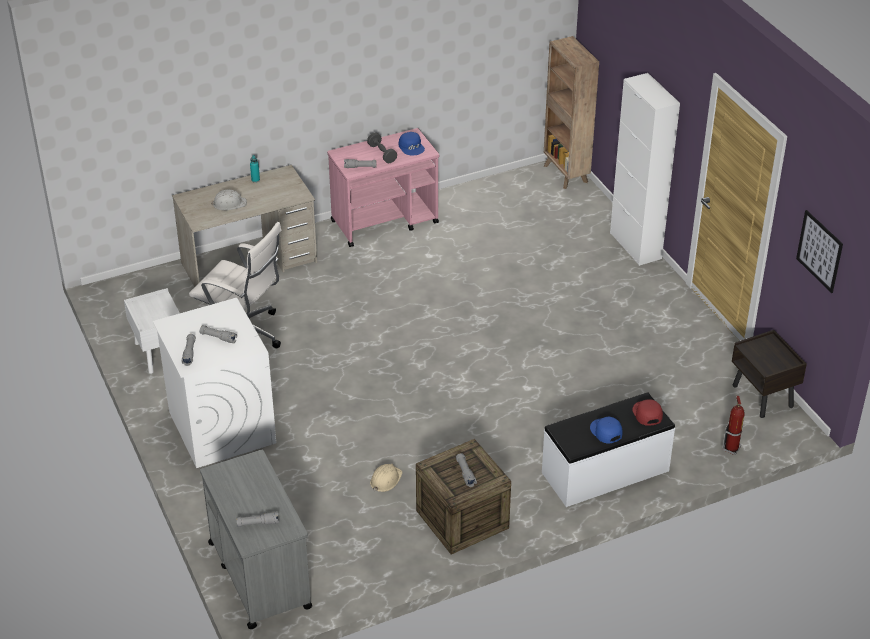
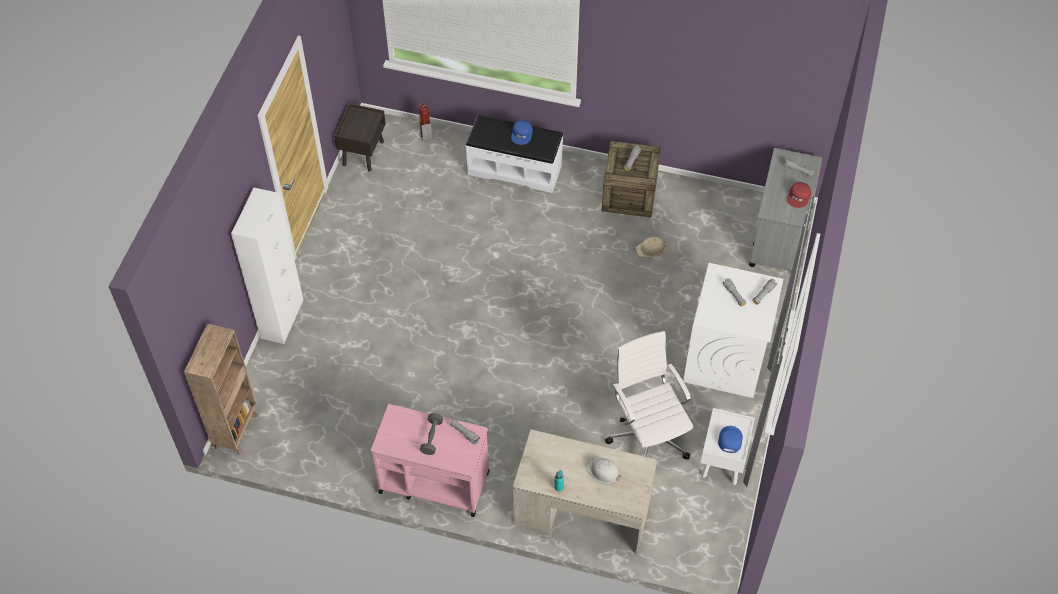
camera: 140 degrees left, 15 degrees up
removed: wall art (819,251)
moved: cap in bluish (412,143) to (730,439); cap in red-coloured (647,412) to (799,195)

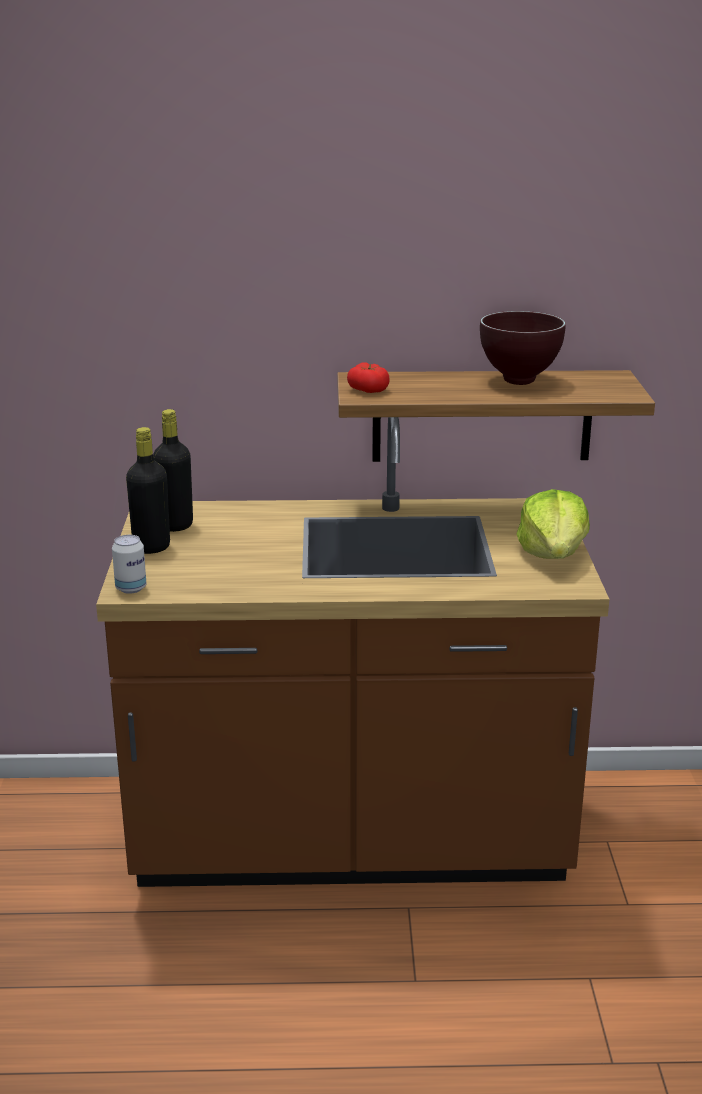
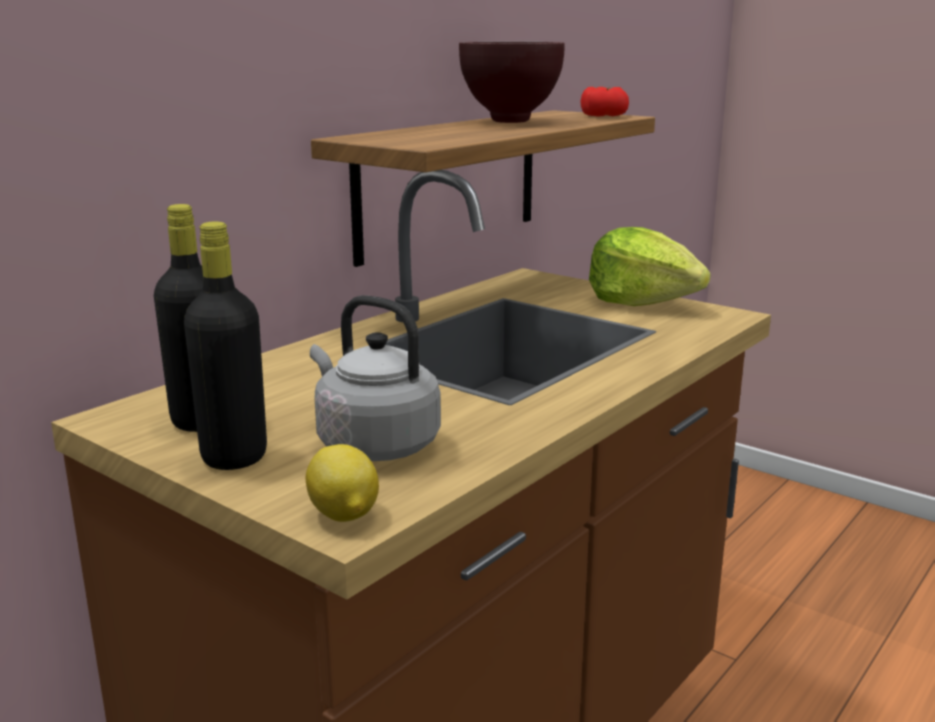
camera: 50 degrees left, 5 degrees down
added: water kettle in grey (375,378)
moved: whole tomato (368,377) to (604,102)
replaced: sealed can (129,564) to citrus fruit (342,483)

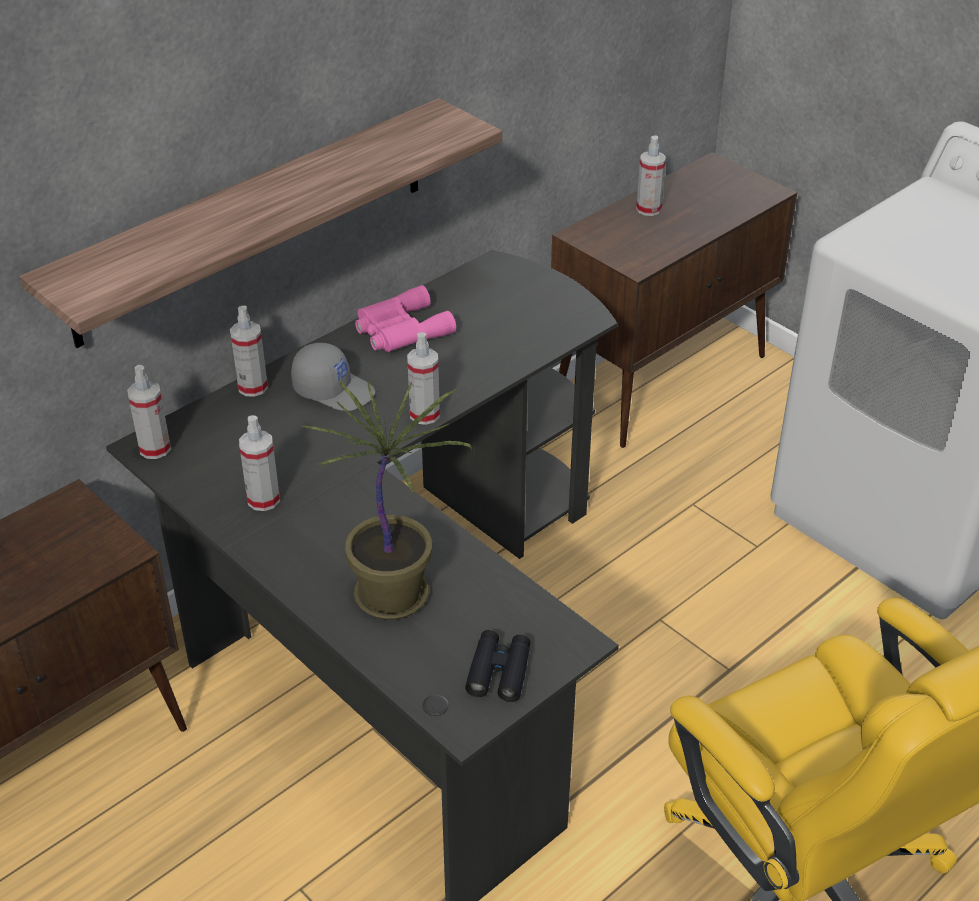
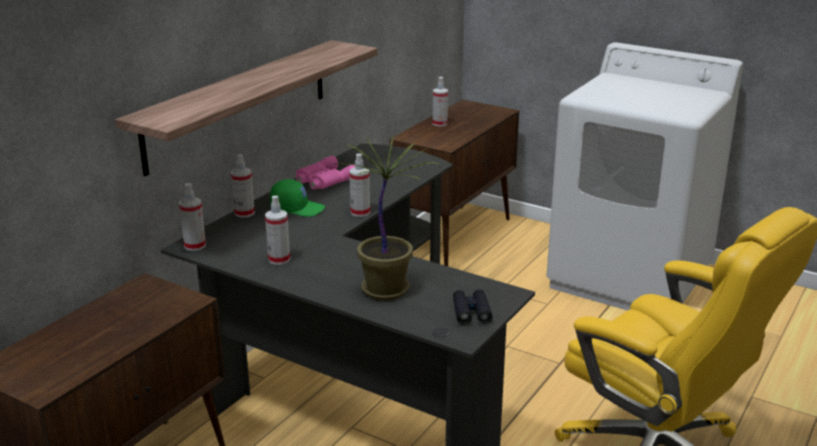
camera: 15 degrees left, 15 degrees down
recoloured: cap in grey (333,377) to cap in green (297,198)

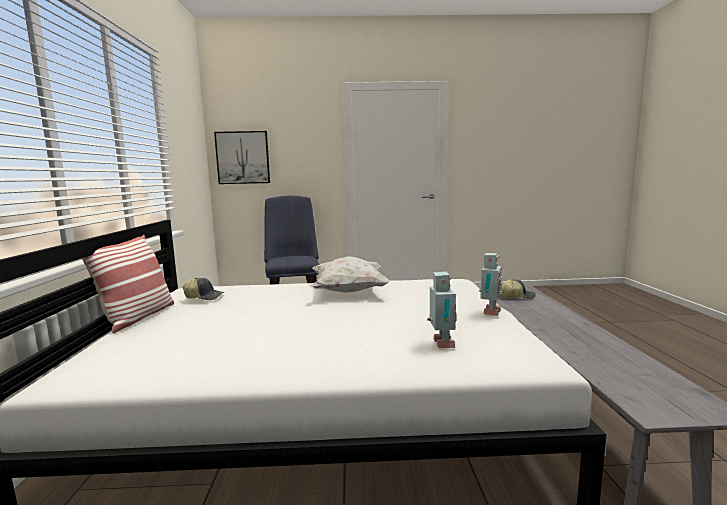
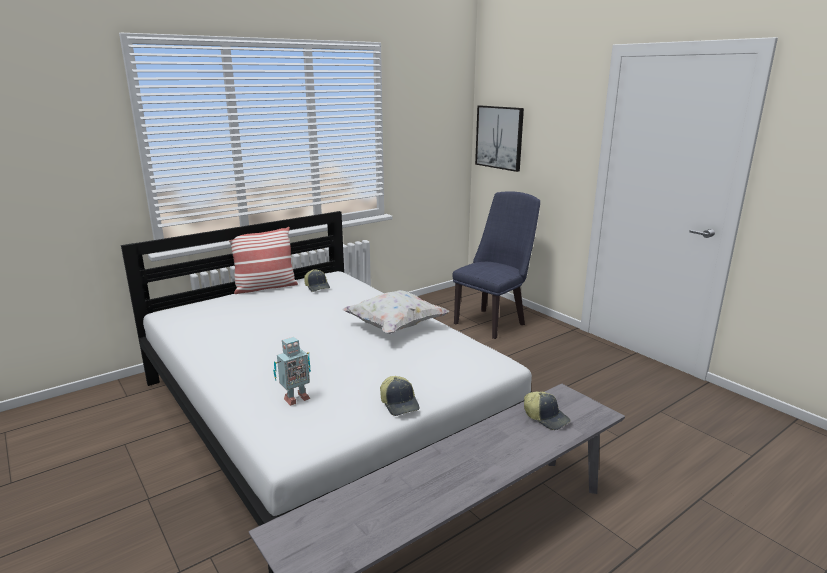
camera: 55 degrees right, 10 degrees up
replaced: robot figure (491,284) to cap (400,396)

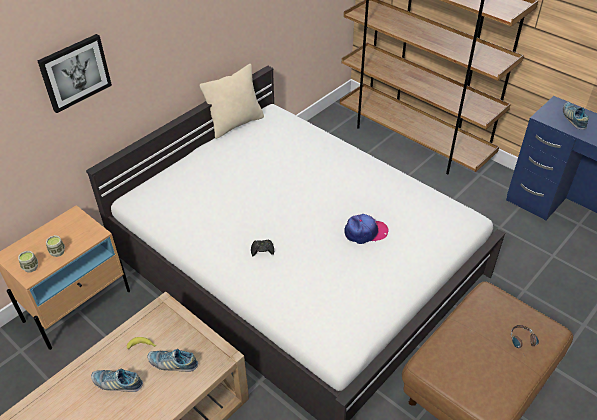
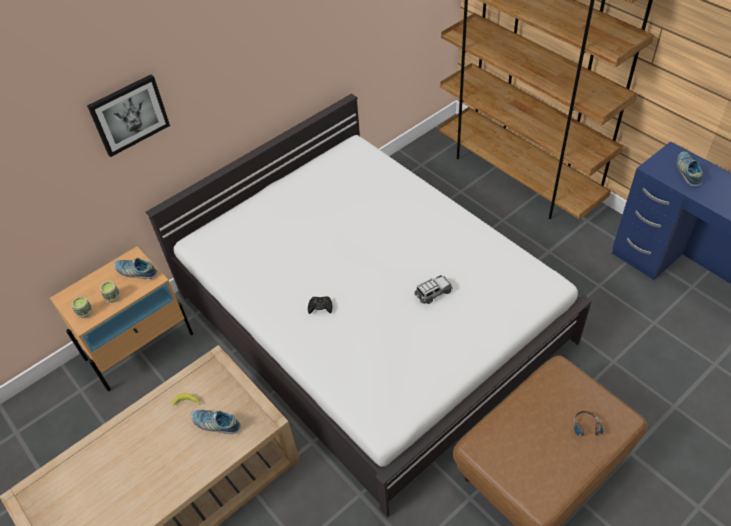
camera: 10 degrees right, 5 degrees up
removed: cushion in sand-coloured (232,101)
moved: shoe (117,380) to (135,268)
replaced: cap (367,229) to model car (433,289)

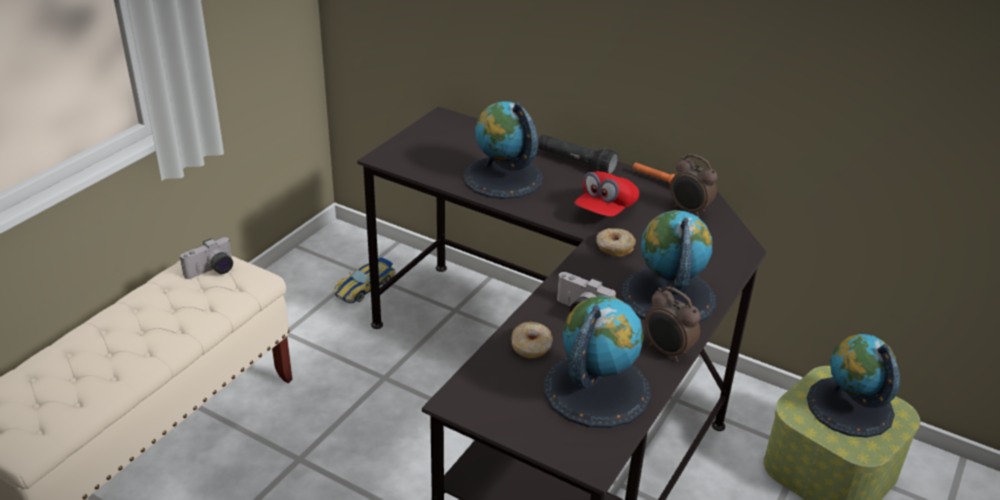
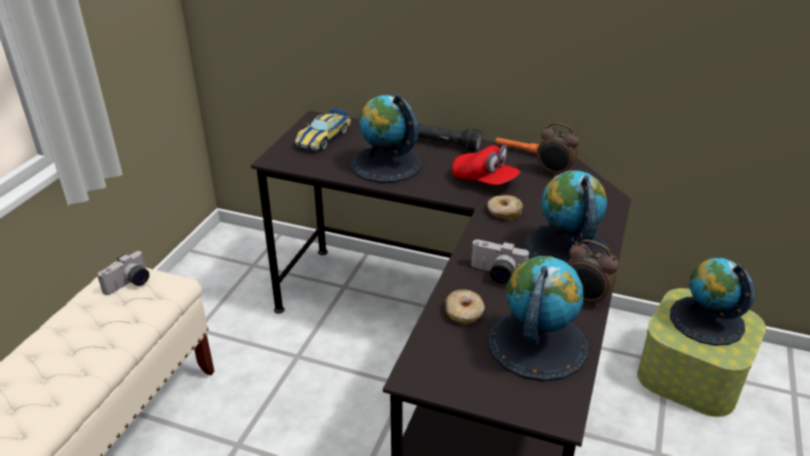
camera: 10 degrees left, 0 degrees up
moved: model car (364,280) to (323,130)
turned: cap in red-coloured (606,194) = (486,165) 75 degrees counterclockwise

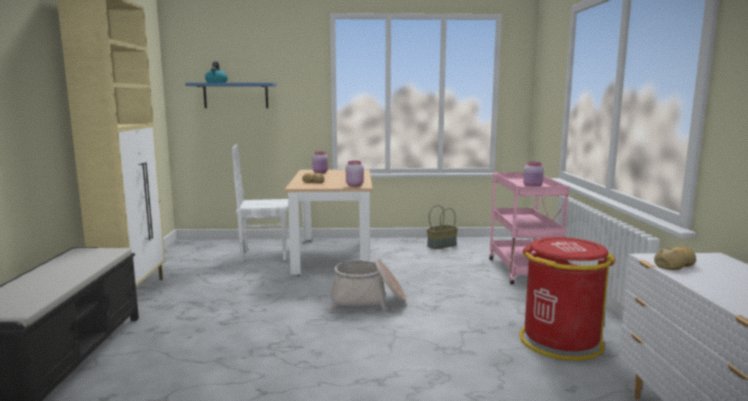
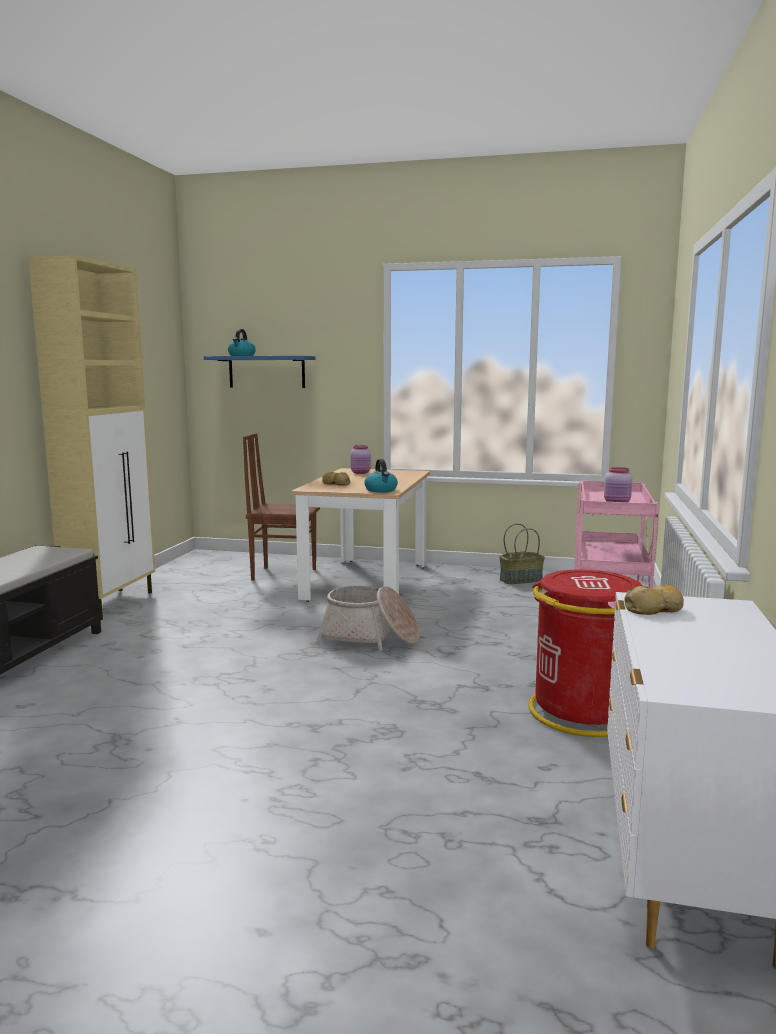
camera: 15 degrees right, 0 degrees up
replaced: storage jar in pink-coloured (355,174) to water kettle (381,475)
recoloured: upright chair in white-coloured (260,203) to upright chair in brown (281,507)

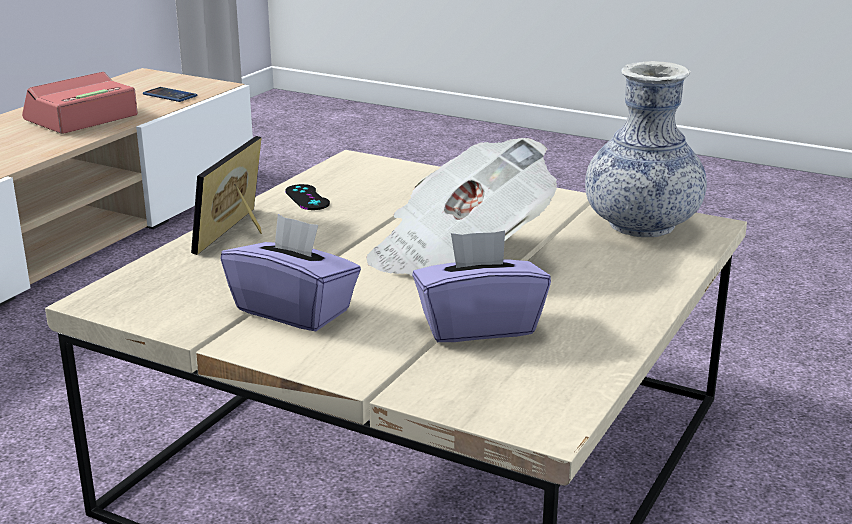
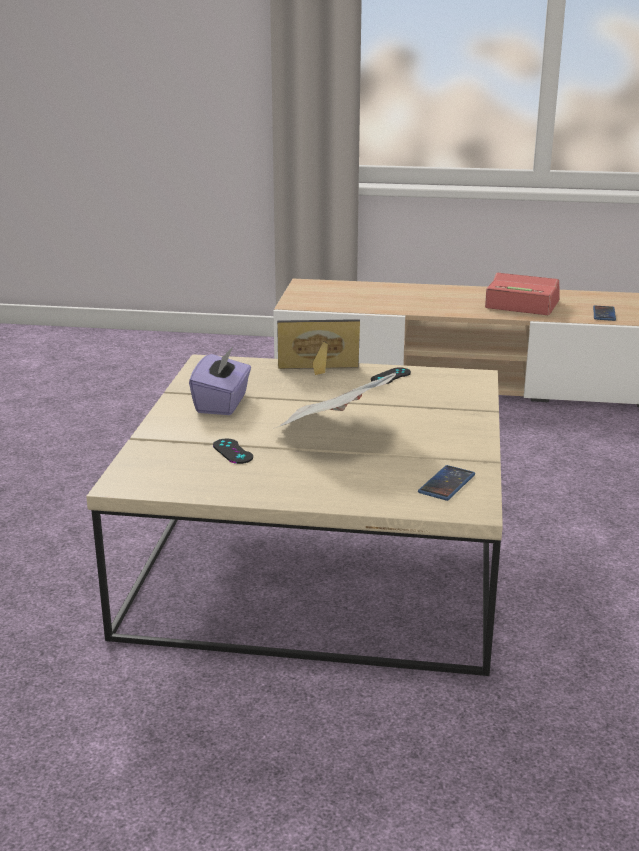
camera: 70 degrees right, 0 degrees up
replaced: box of tissues in purplish (481,286) to gamepad in black-coloured (233,451); vase (646,149) to phone (446,483)

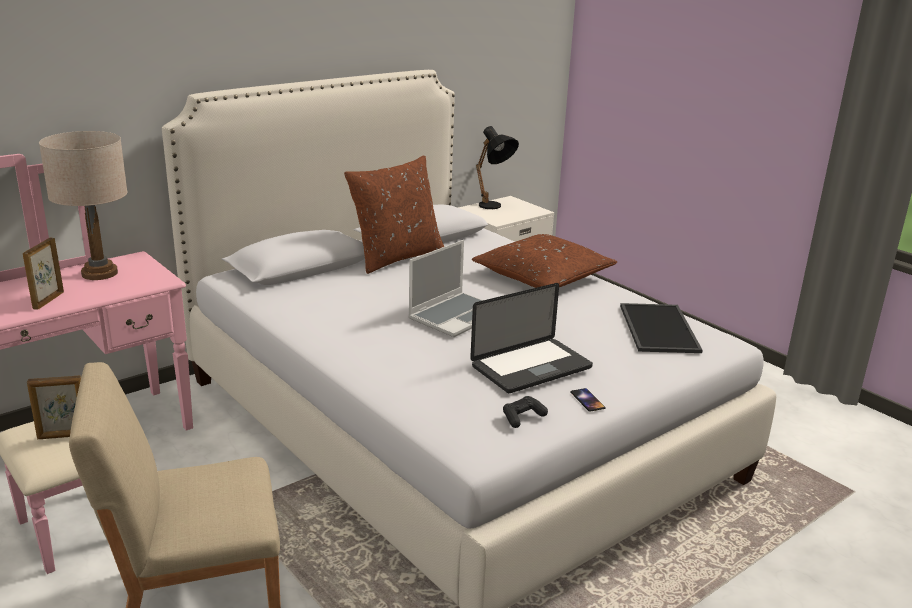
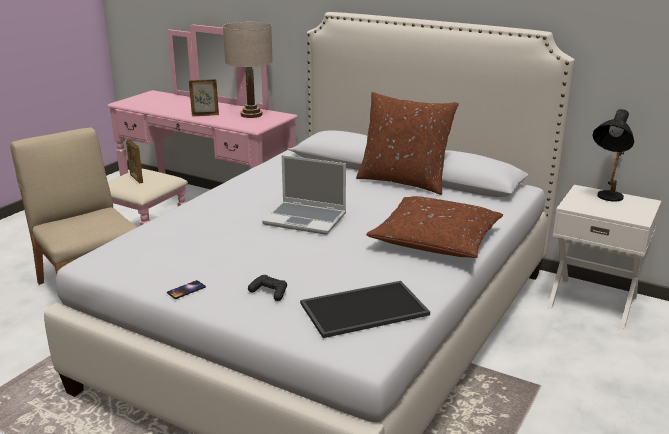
camera: 70 degrees right, 0 degrees up
removed: notebook computer (531,338)
moved: gamepad in black-coloured (525,412) to (267,288)

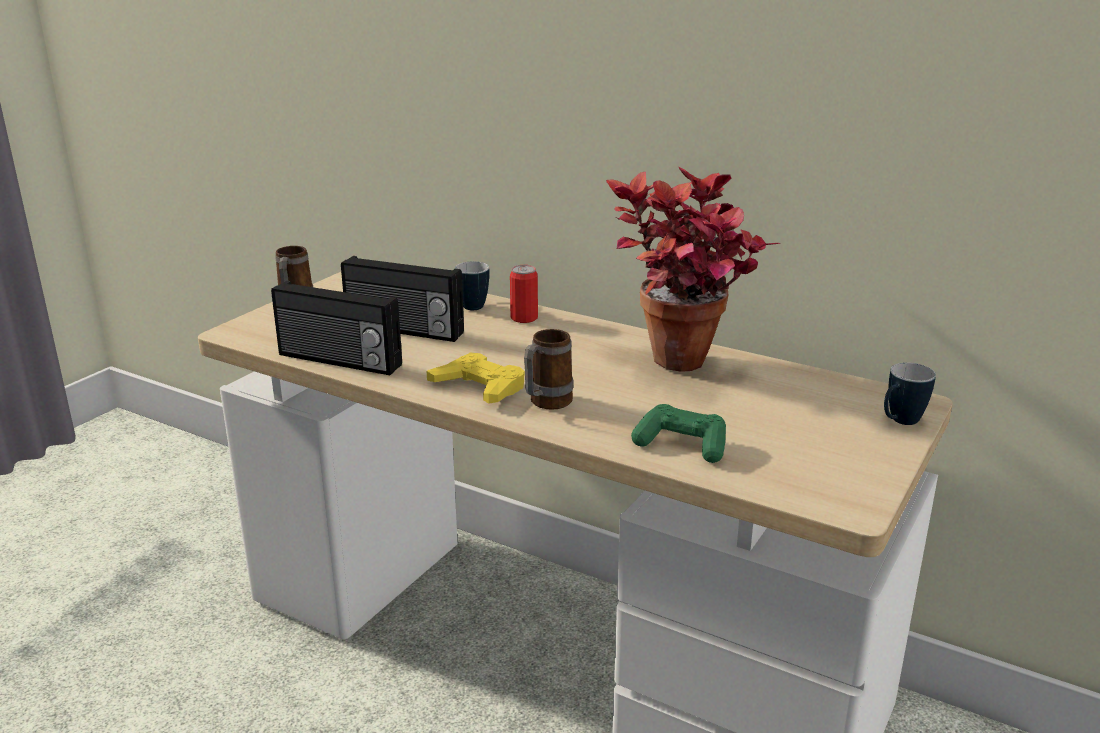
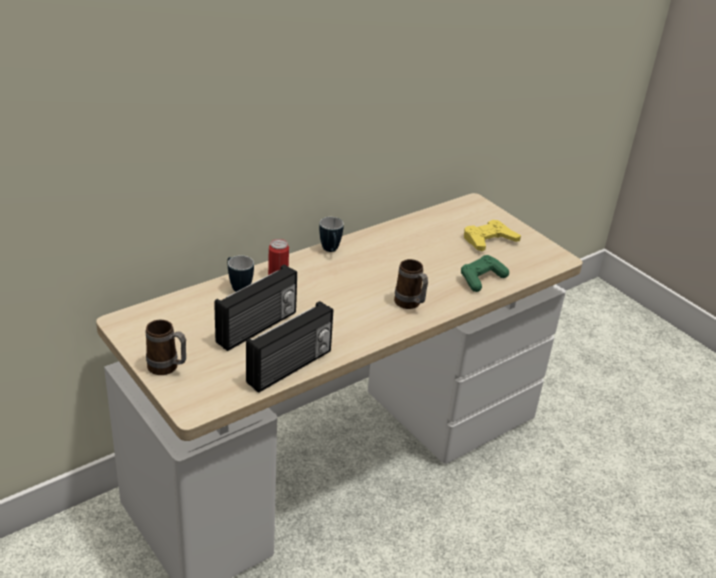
camera: 70 degrees left, 10 degrees up
removed: houseplant (693,269)
moved: gamepad in yellowish (476,378) to (492,235); coffee mug (910,394) to (331,234)

